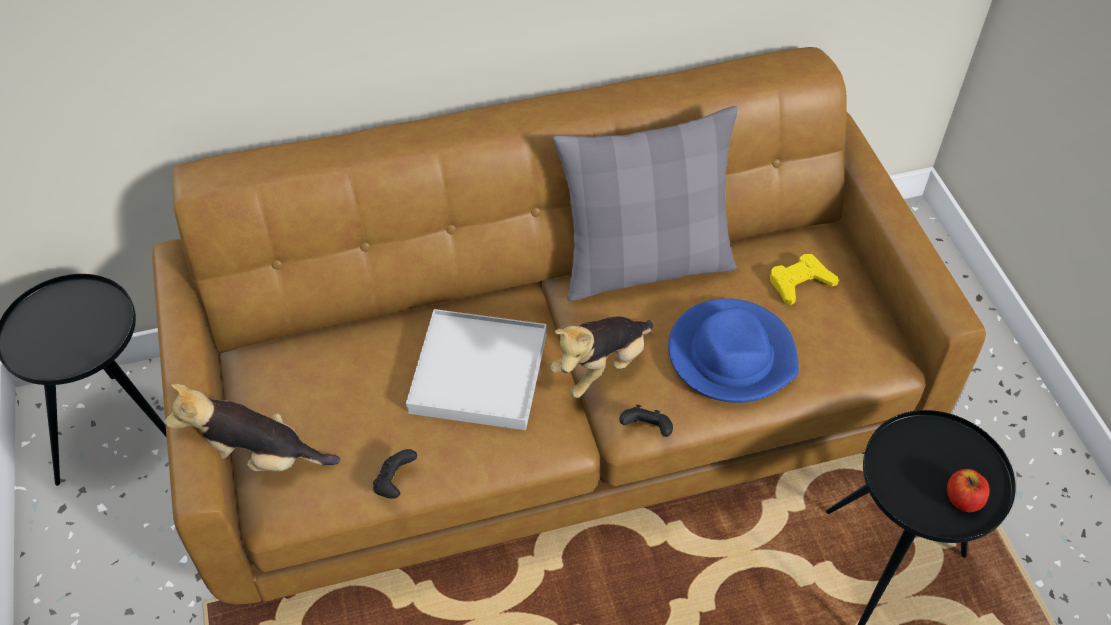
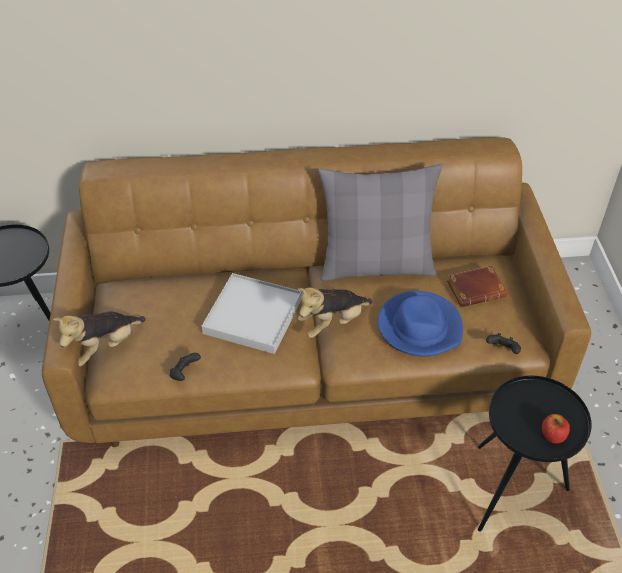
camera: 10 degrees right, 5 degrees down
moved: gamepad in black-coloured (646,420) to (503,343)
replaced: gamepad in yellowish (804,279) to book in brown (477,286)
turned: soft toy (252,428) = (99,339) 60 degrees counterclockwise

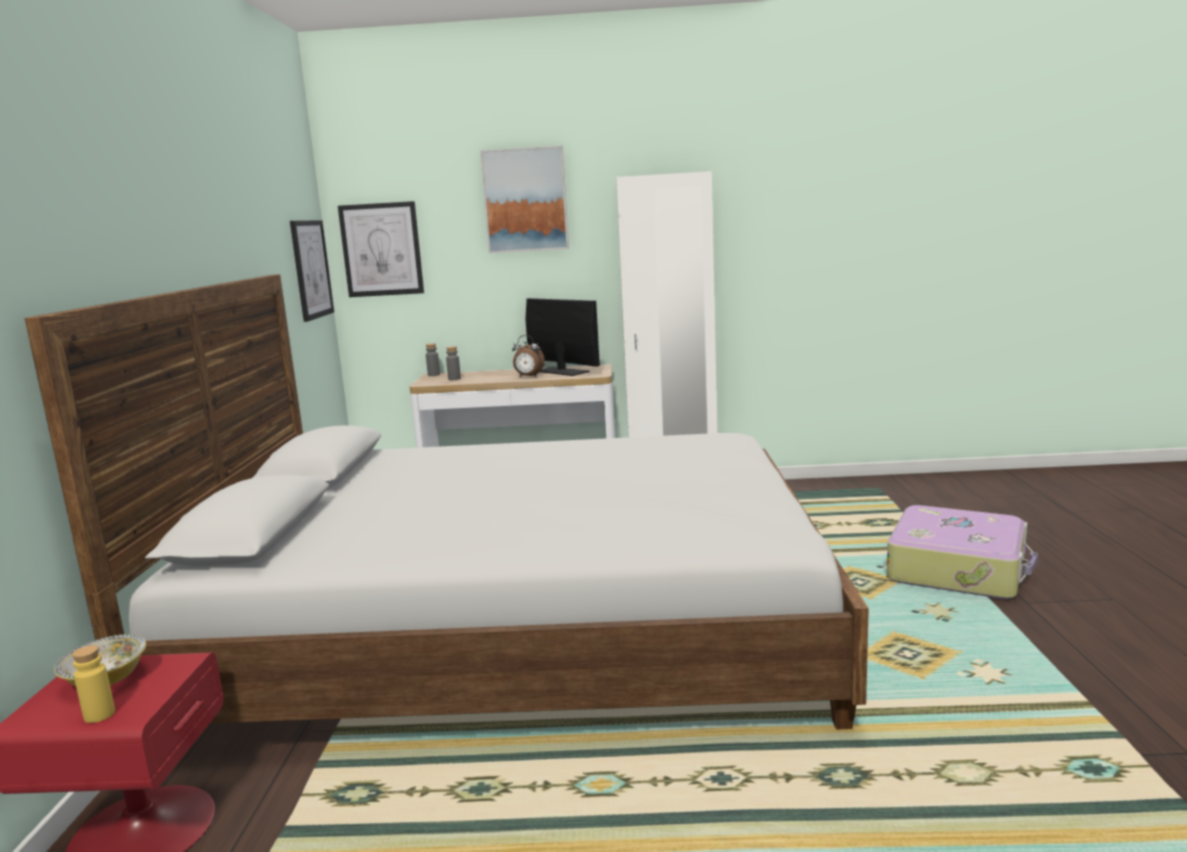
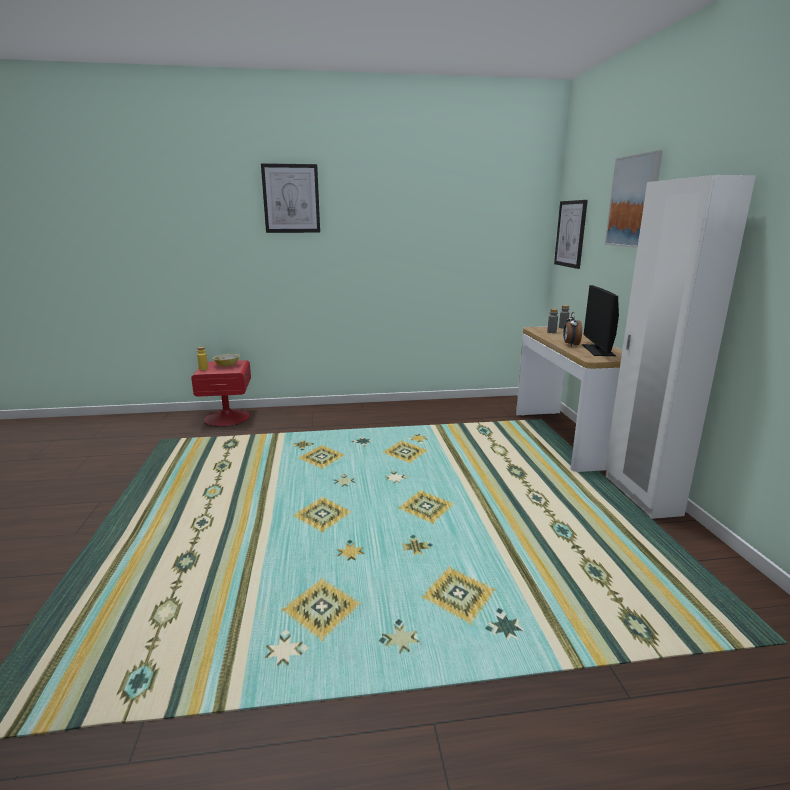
camera: 80 degrees right, 5 degrees up
removed: bed (447,501); suitcase (962,552)
moved: wall art (312,271) to (290,198)
turned: computer screen (562,337) = (600,320) 150 degrees clockwise

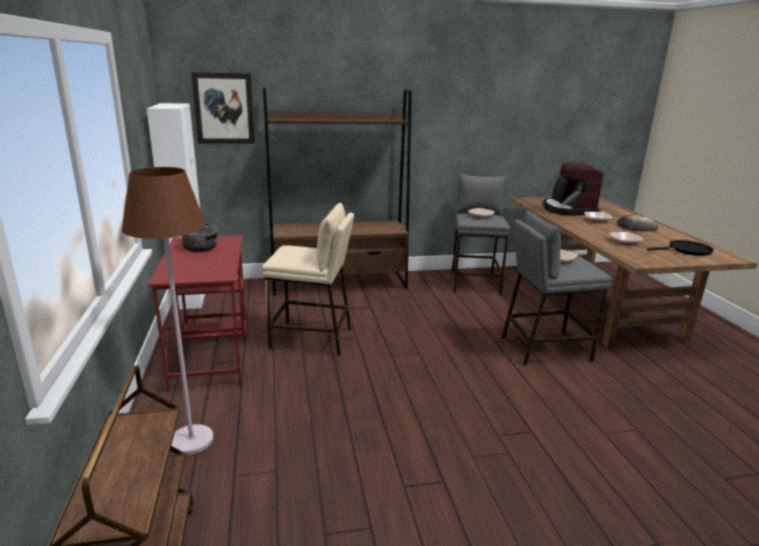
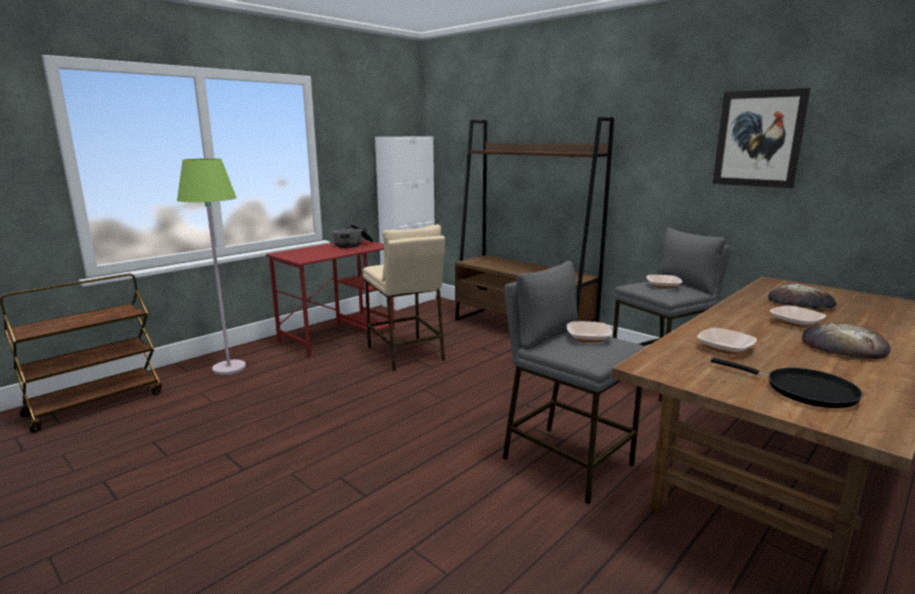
camera: 55 degrees right, 5 degrees down
moved: wall art (223,108) to (762,138)
replaced: coffee maker (573,188) to baked bread (802,296)
recoloured: standard lamp in brown (167,311) to standard lamp in green (211,267)

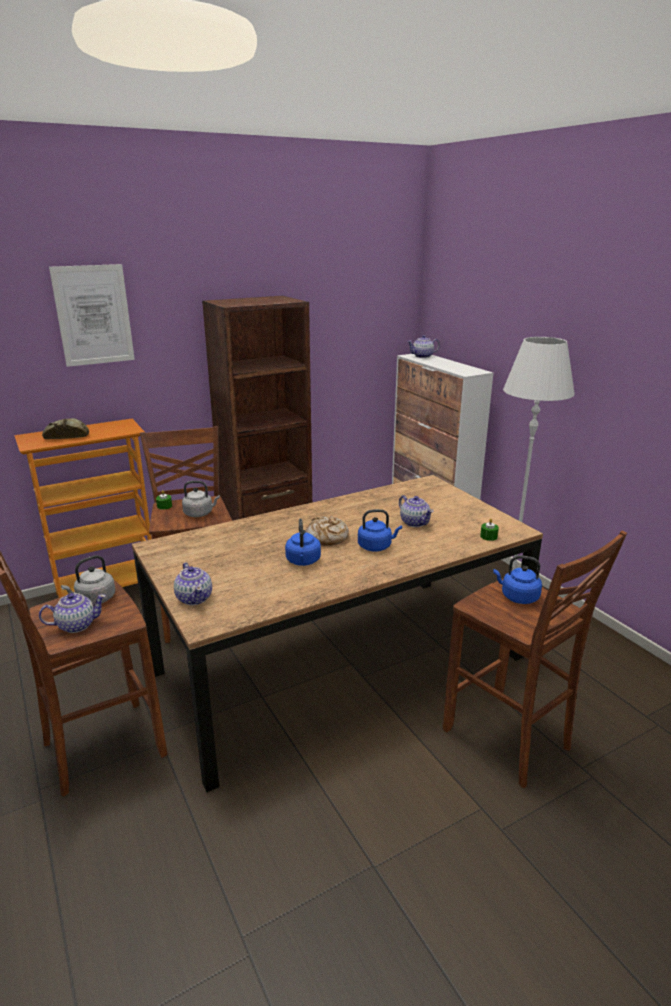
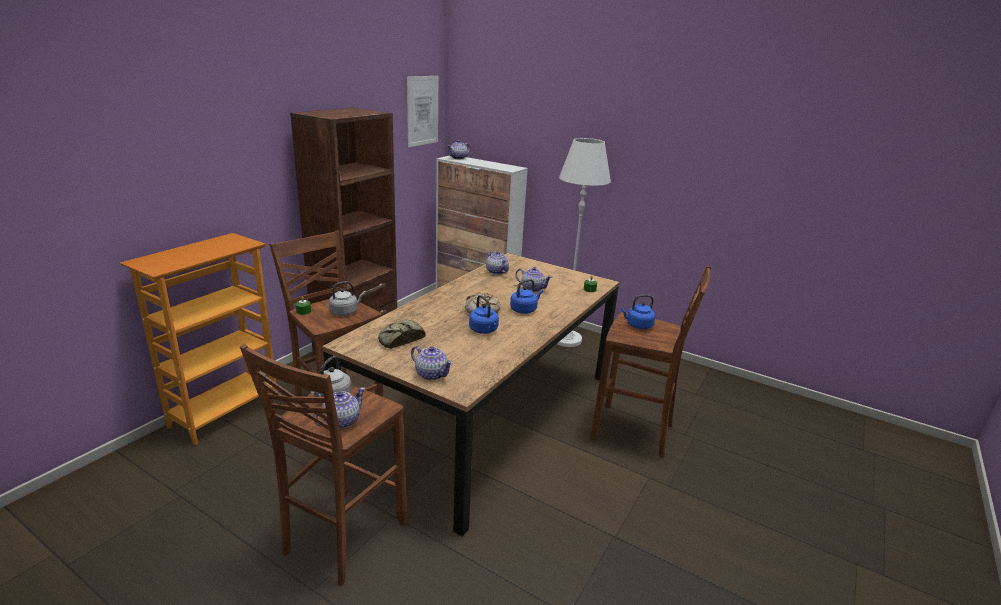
camera: 30 degrees left, 0 degrees up
added: tea pot (497,263)
moved: baked bread (65,428) to (402,334); wall art (92,315) to (422,111)

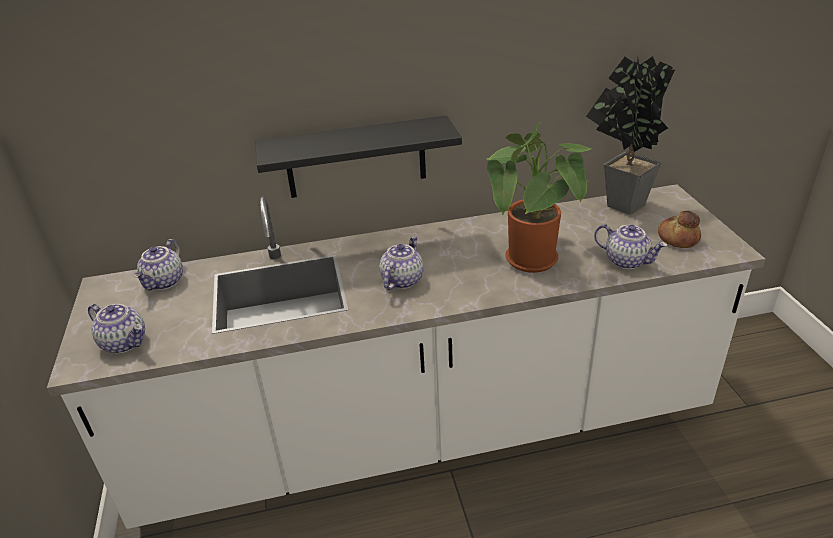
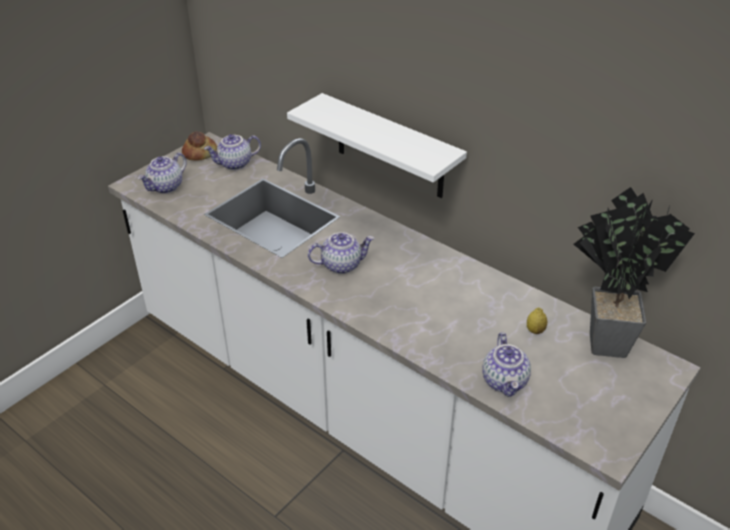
camera: 50 degrees right, 5 degrees up
removed: houseplant (539,197)
added: citrus fruit (537,321)
moved: baked bread (679,229) to (199,146)
recoloured: bracket shelf in black-coloured (358,156) to bracket shelf in white-coloured (377,145)
turned: tea pot (116,328) = (162,173) 45 degrees clockwise

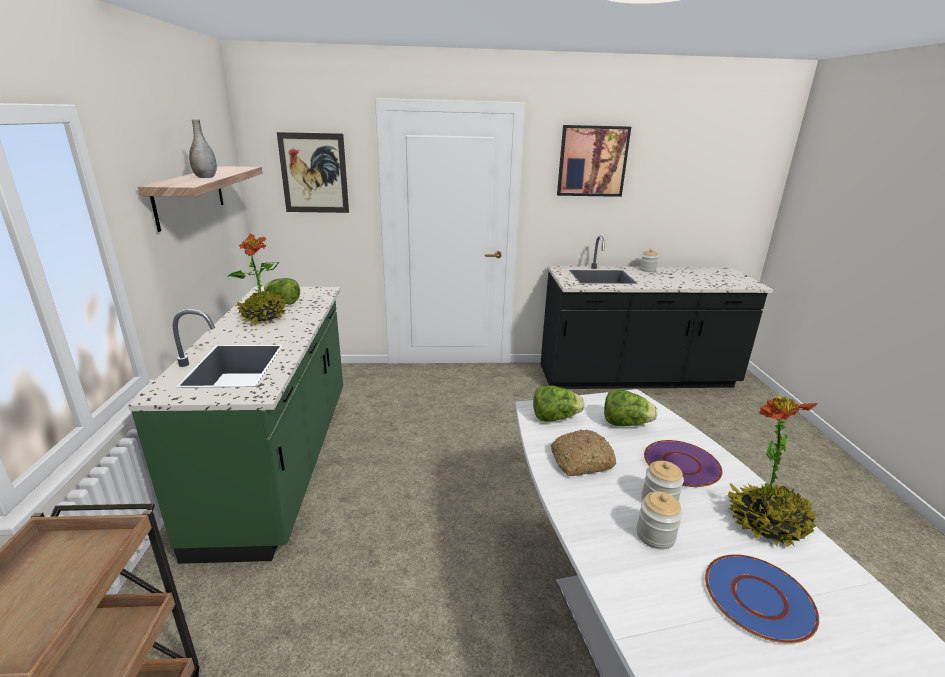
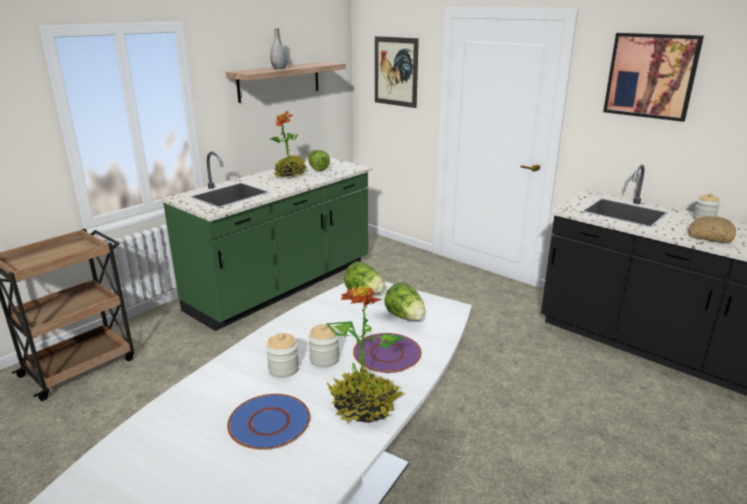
camera: 45 degrees right, 0 degrees up
moved: baked bread (583,453) to (712,229)

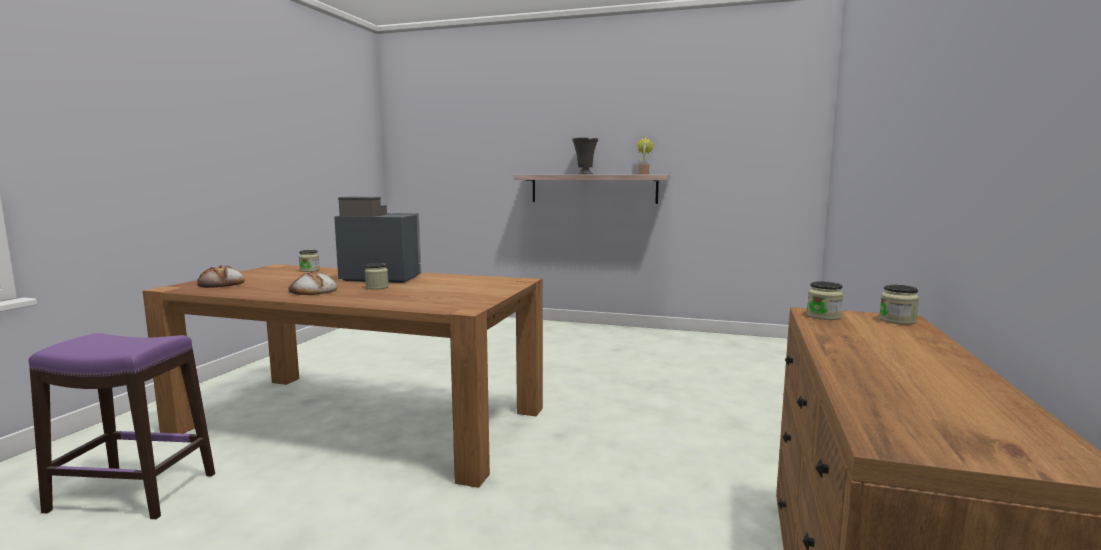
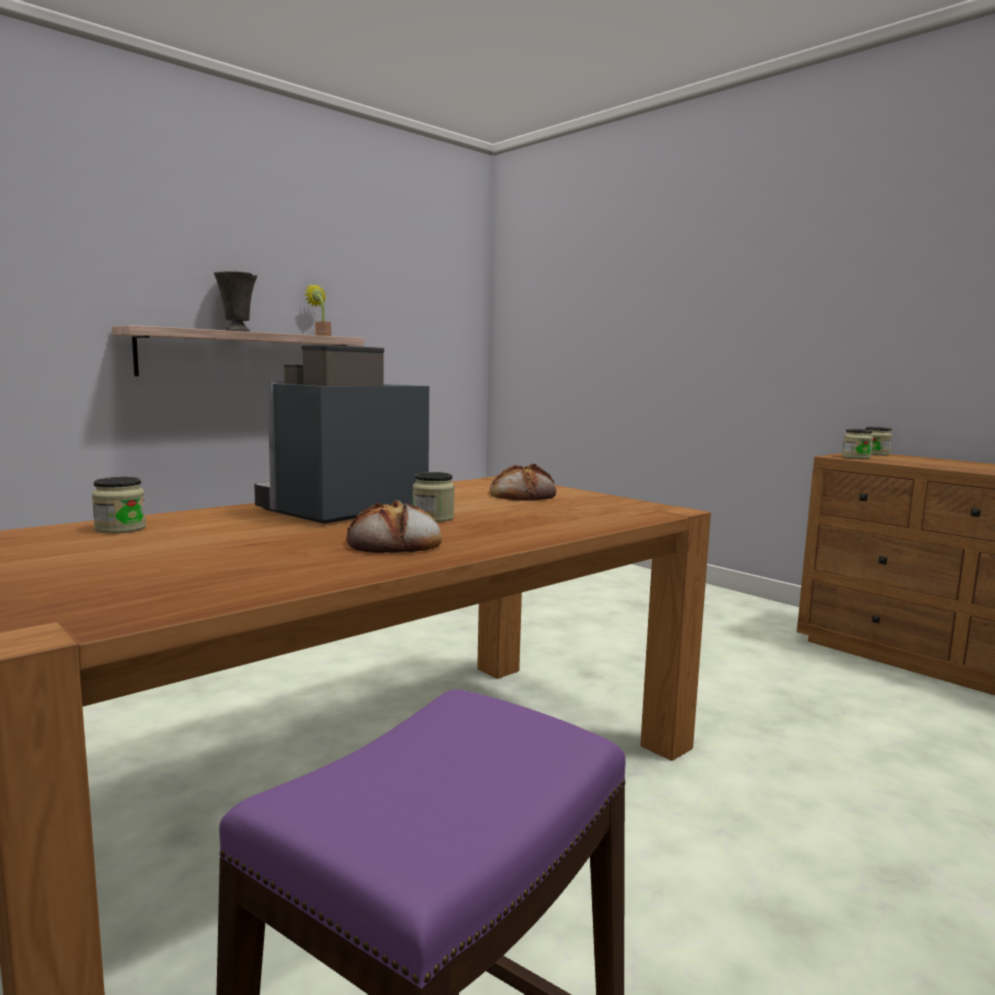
camera: 60 degrees left, 0 degrees up
moved: baked bread (221,276) to (523,482)

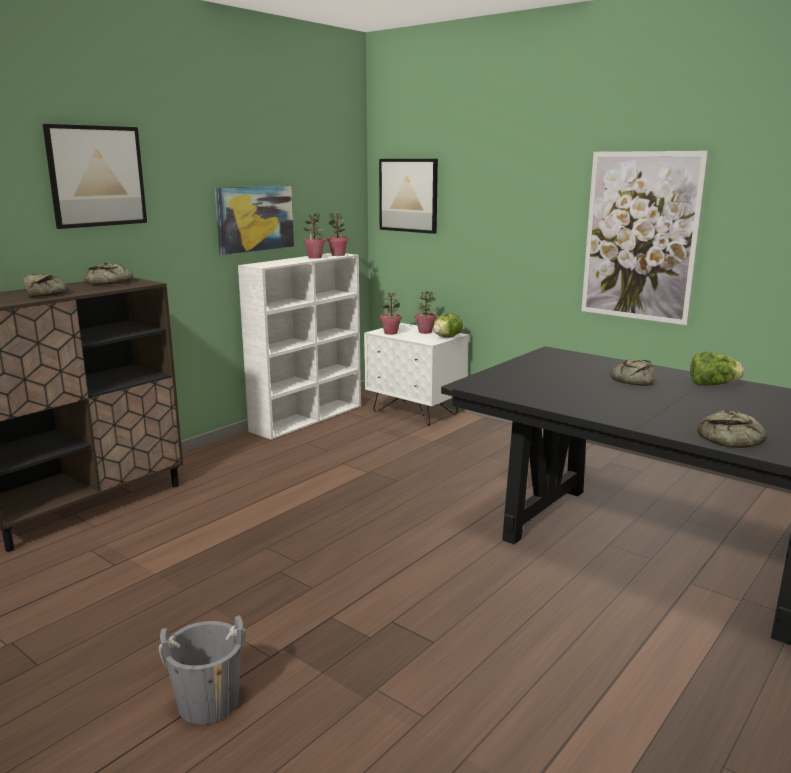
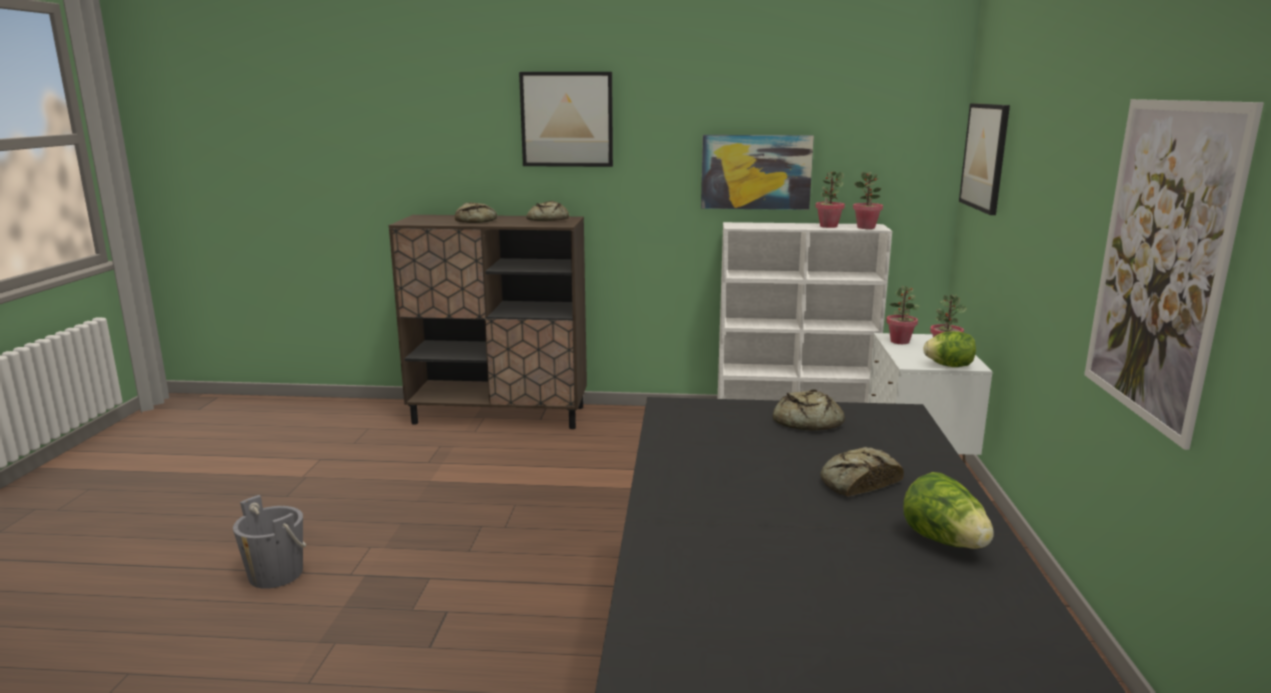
camera: 55 degrees right, 0 degrees up
moved: baked bread (732,429) to (809,410)

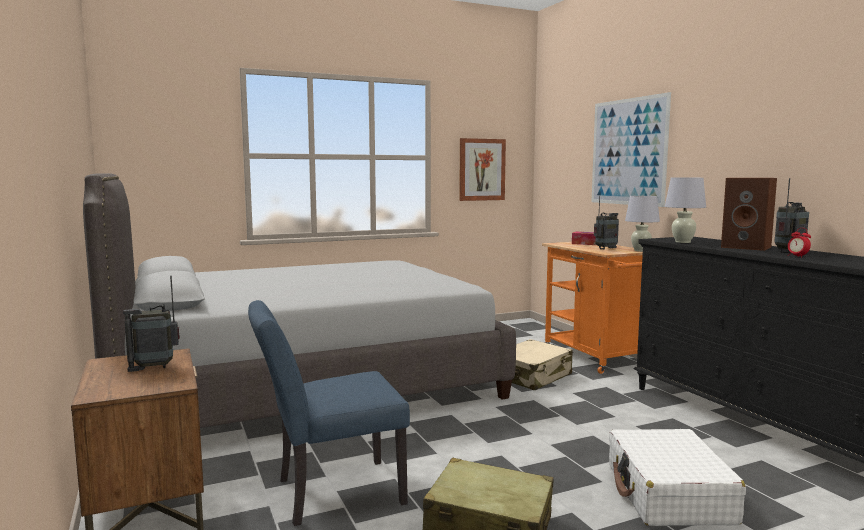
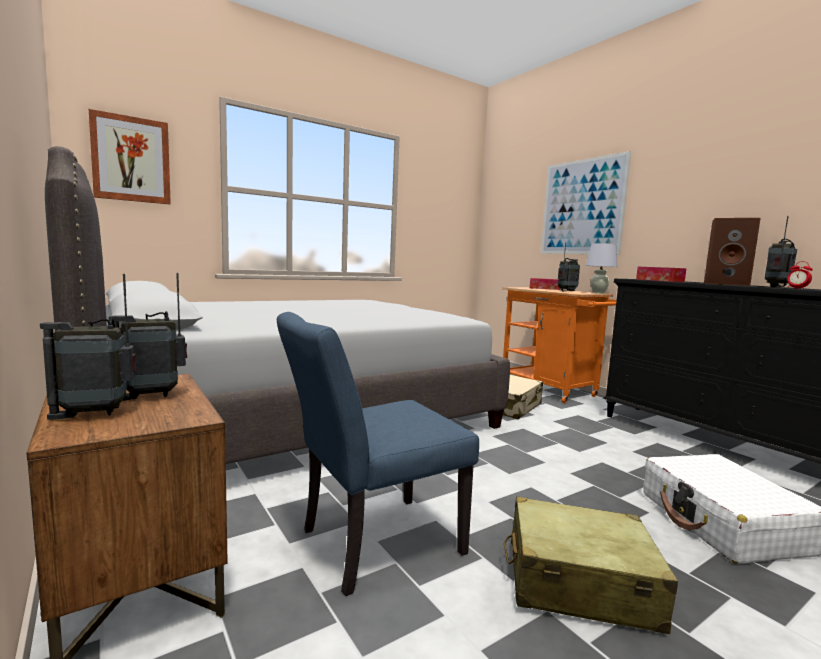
camera: 10 degrees left, 0 degrees up
added: radio (88,347)
moved: wall art (482,169) to (130,157)
replaced: table lamp in white-coloured (685,210) to box of tissues (661,274)

